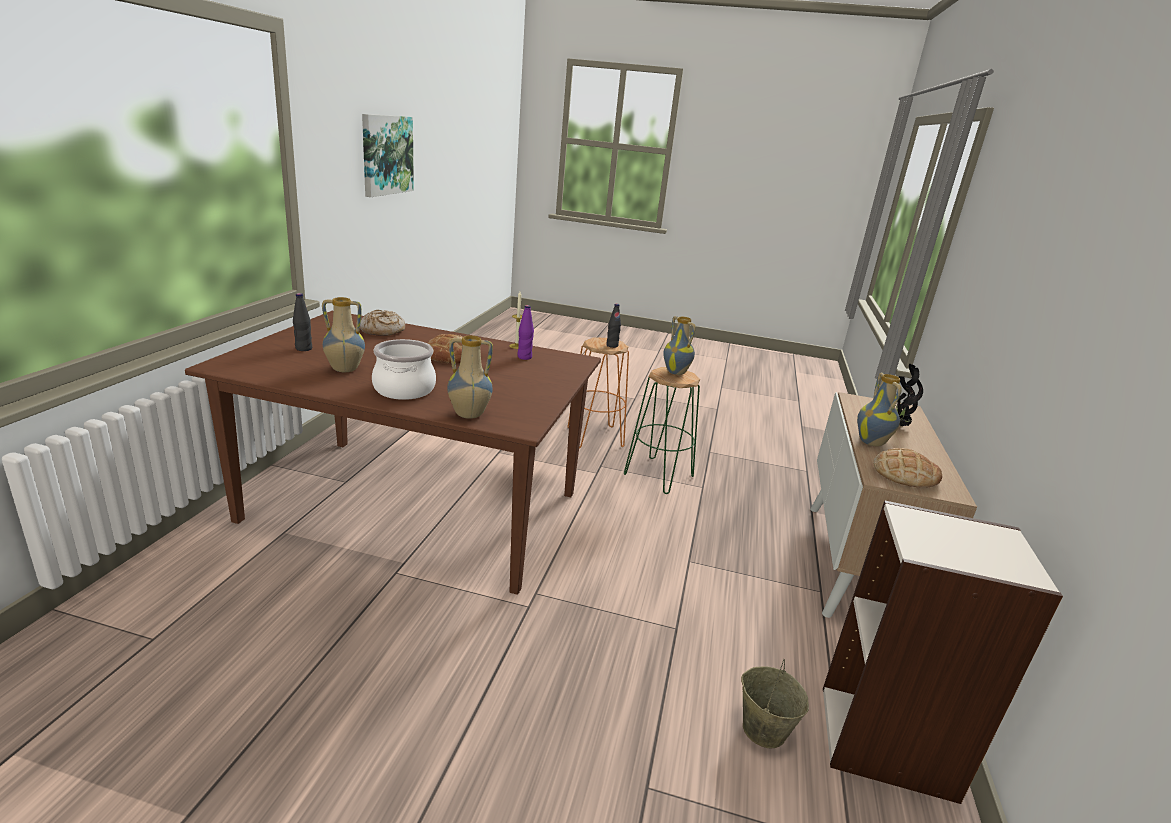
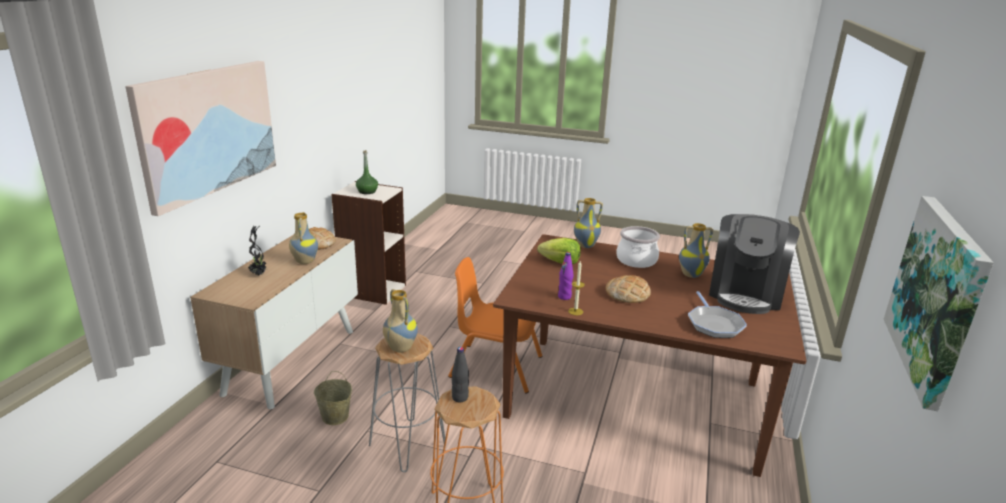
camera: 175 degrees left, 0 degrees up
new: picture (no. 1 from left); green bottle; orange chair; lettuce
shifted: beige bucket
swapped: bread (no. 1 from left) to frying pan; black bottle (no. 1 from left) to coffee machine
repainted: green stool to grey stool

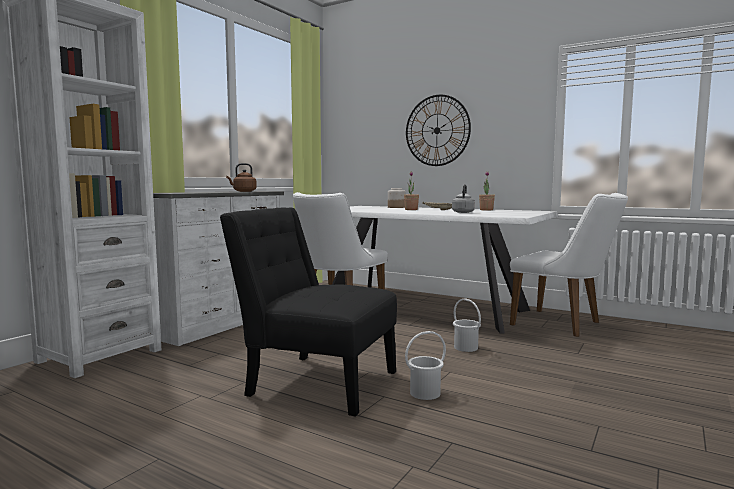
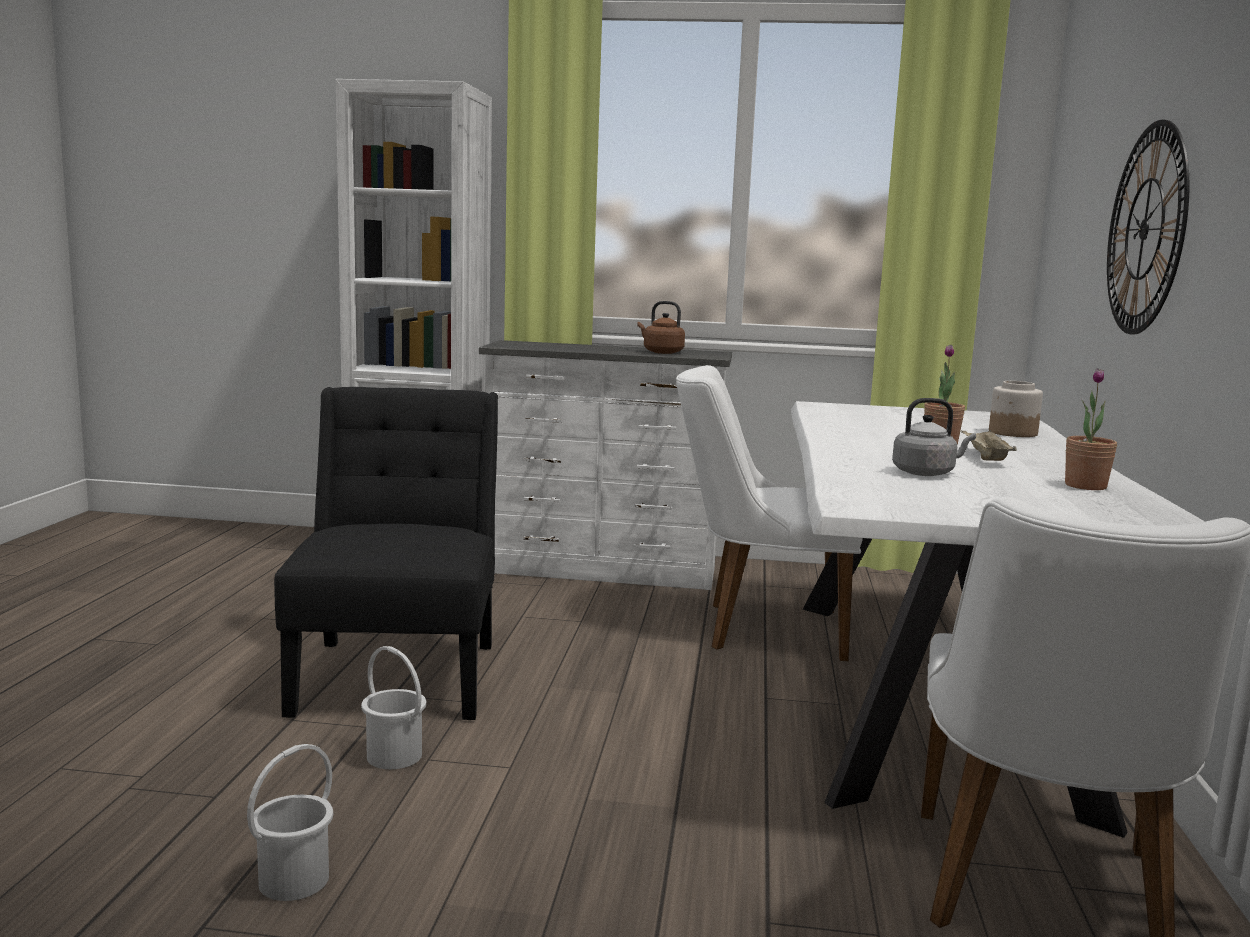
camera: 65 degrees right, 5 degrees up
shifted: white bucket (no. 2 from left in the first image) to white bucket (no. 1 from left)

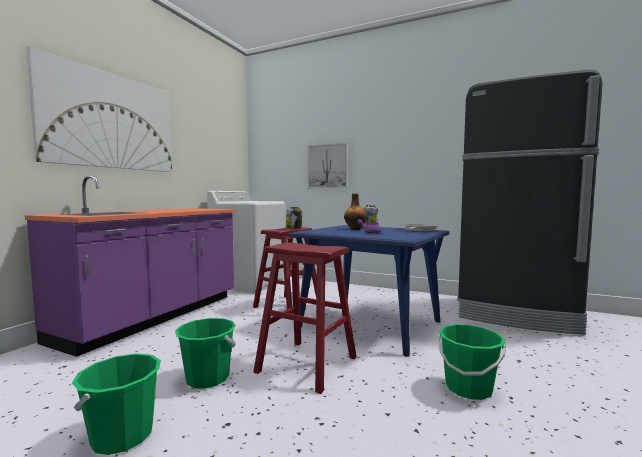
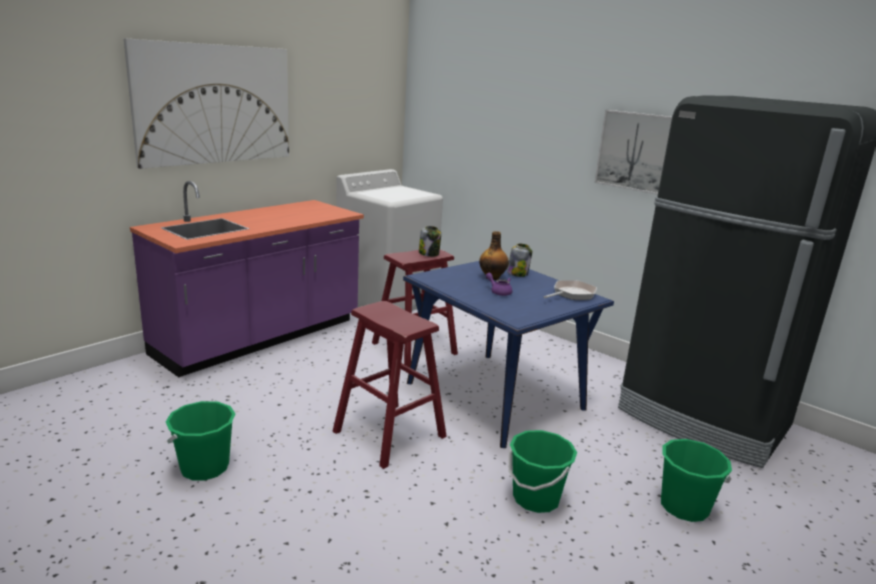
camera: 15 degrees right, 15 degrees up
shifted: picture (no. 2 from left); green bucket (no. 2 from left in the first image) to green bucket (no. 3 from left)

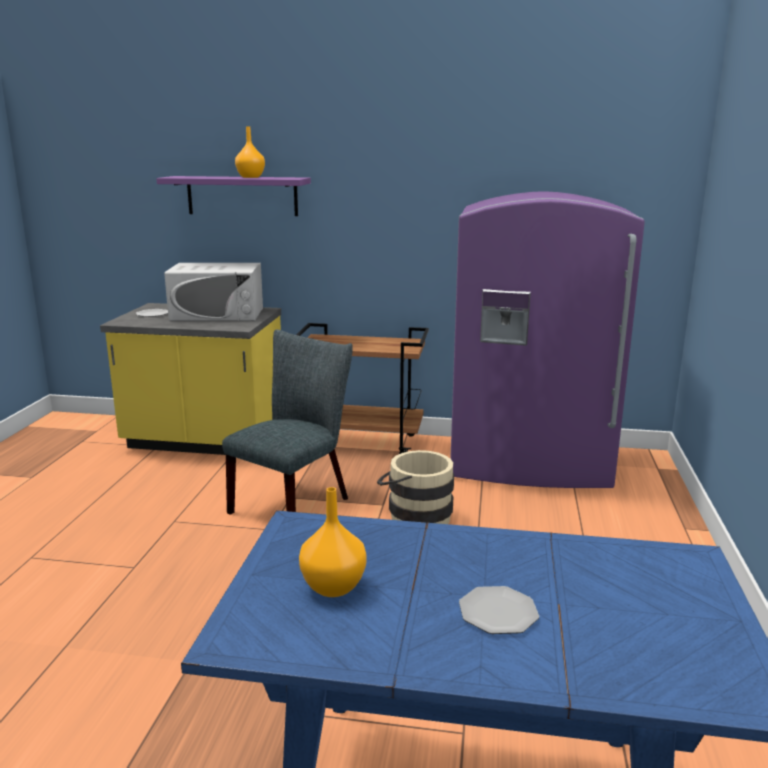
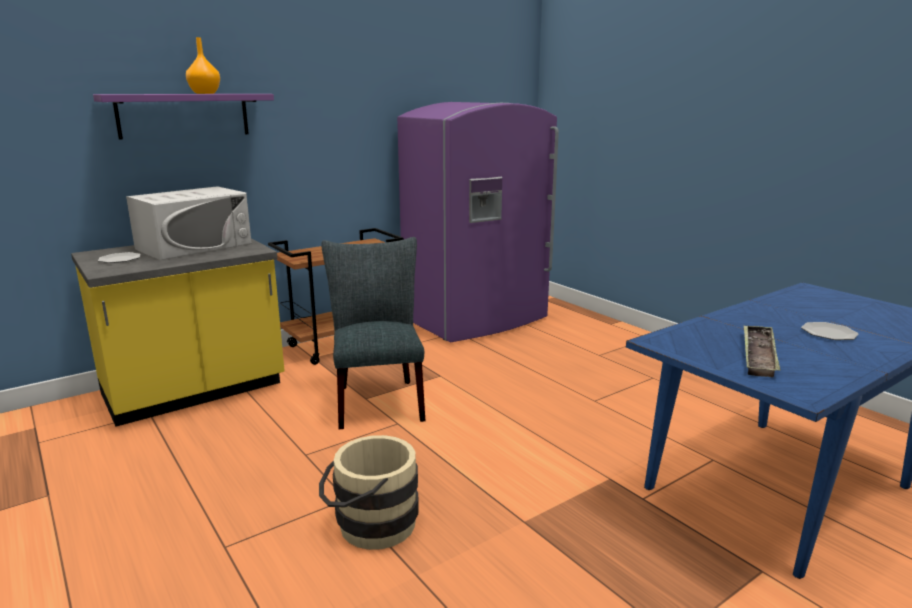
camera: 45 degrees left, 0 degrees up
shifted: beige bucket
swapped: orange vase (no. 2 from left) to tray

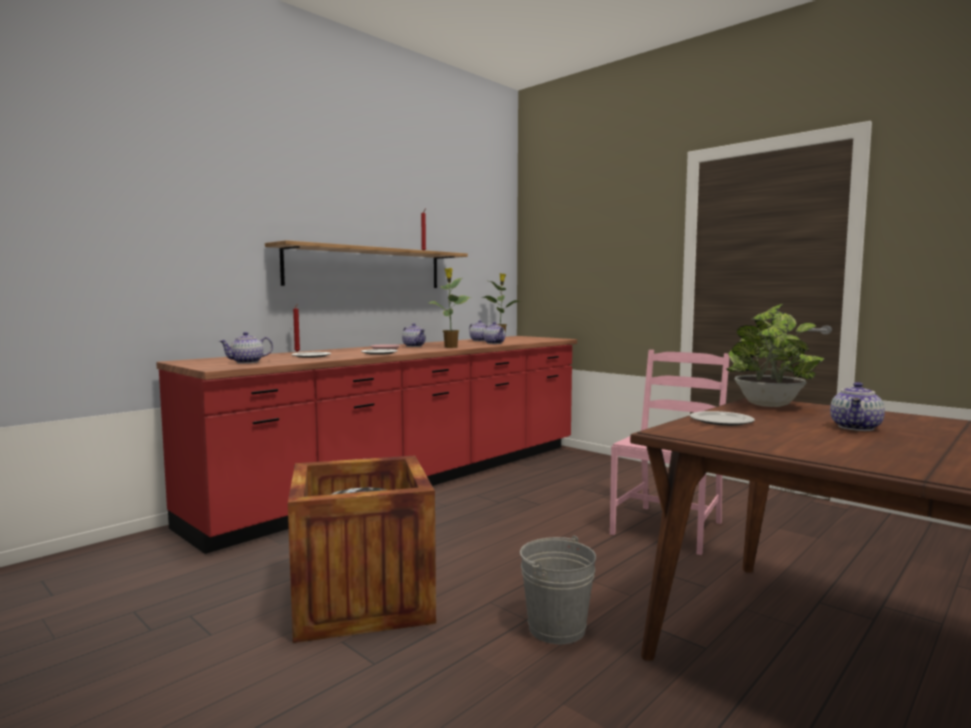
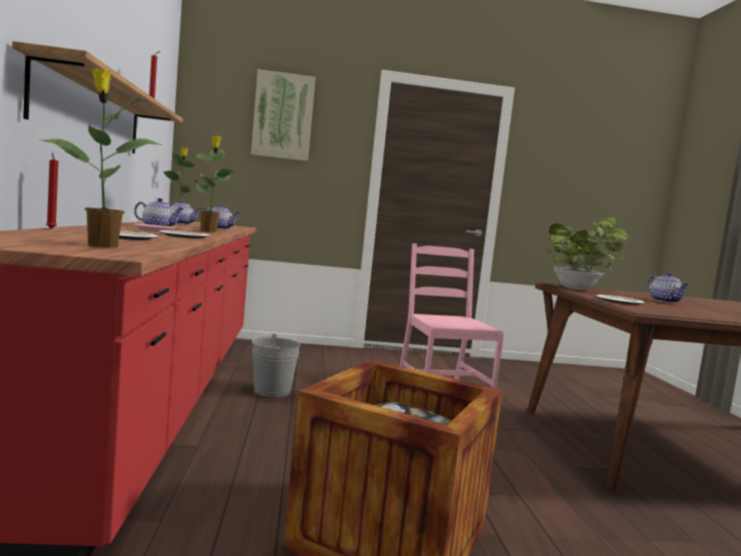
camera: 50 degrees left, 0 degrees up
new: picture
shifted: grey bucket
swapped: teapot (no. 1 from left) to potted plant (no. 1 from left)

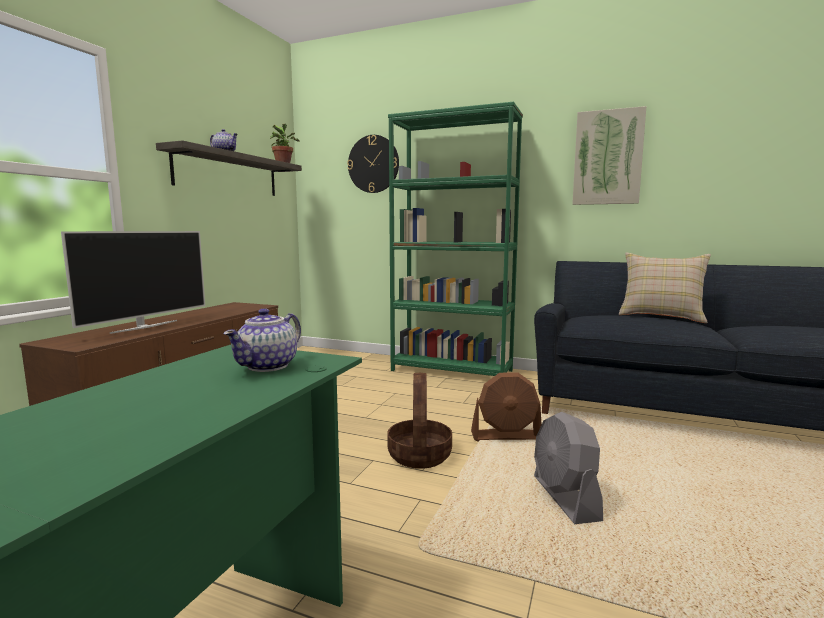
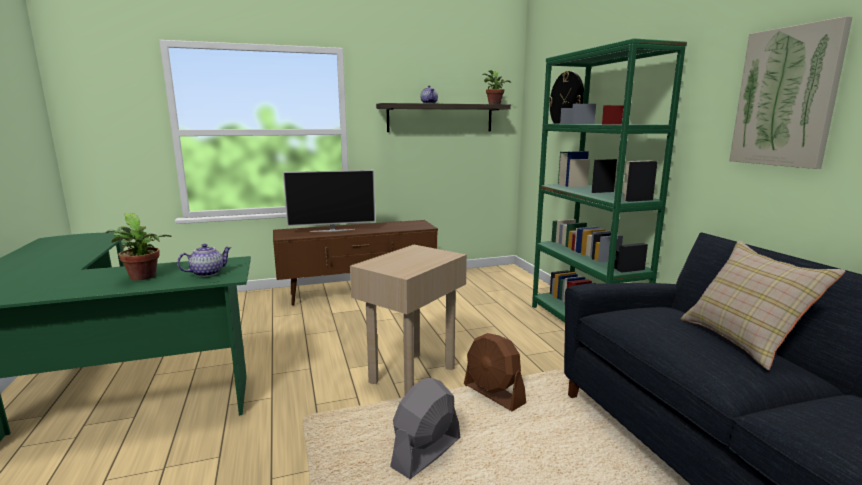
camera: 50 degrees right, 5 degrees up
new: potted plant (no. 1 from left)
swapped: basket to beige side table
rotated: teapot (no. 2 from left in the first image) 150 degrees clockwise

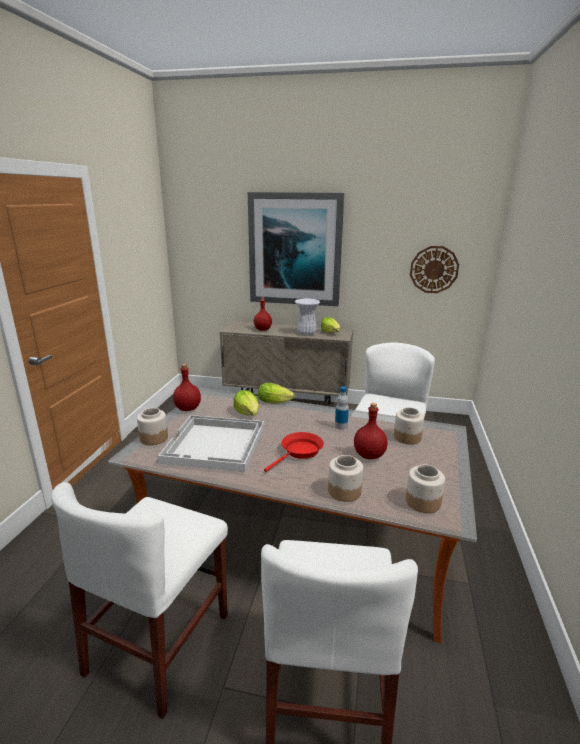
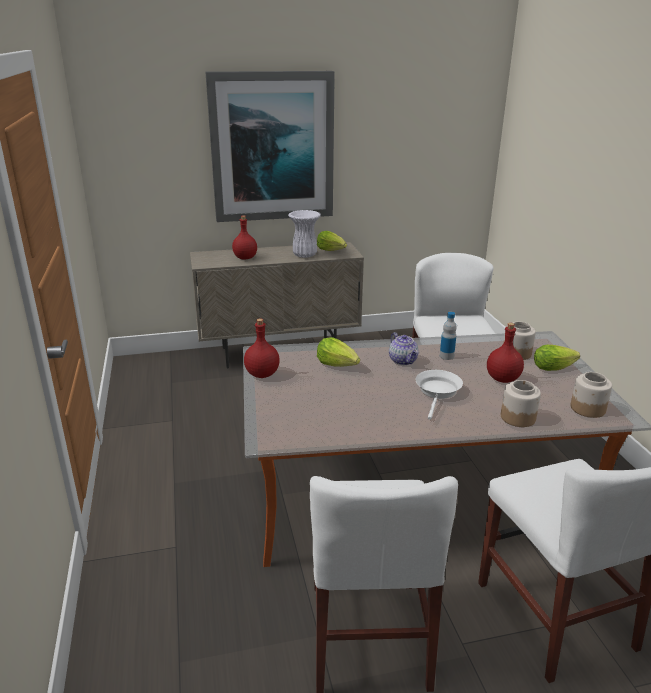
camera: 25 degrees left, 5 degrees up
gone: jar (no. 1 from left); white tray; wall clock
new: teapot
shifted: lettuce (no. 2 from left in the first image) to lettuce (no. 3 from left)
repainted: red frying pan to white frying pan

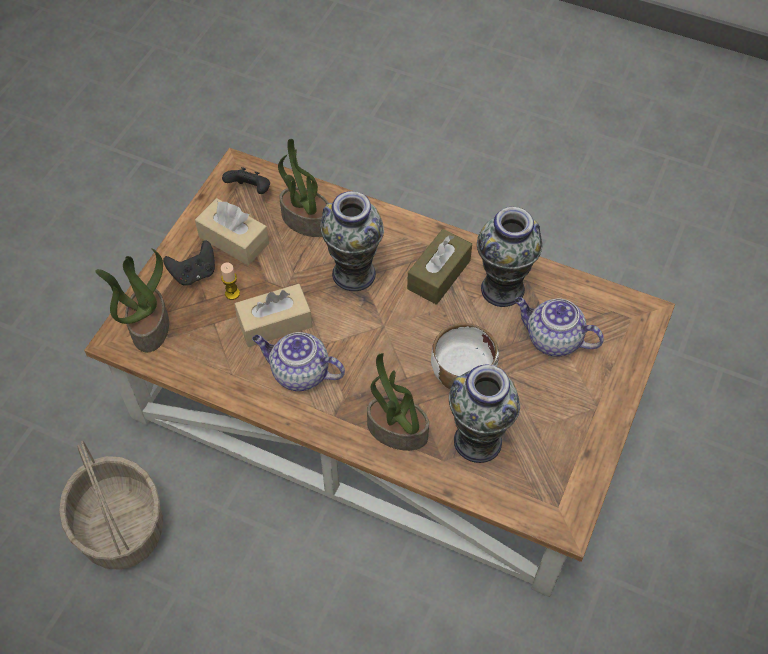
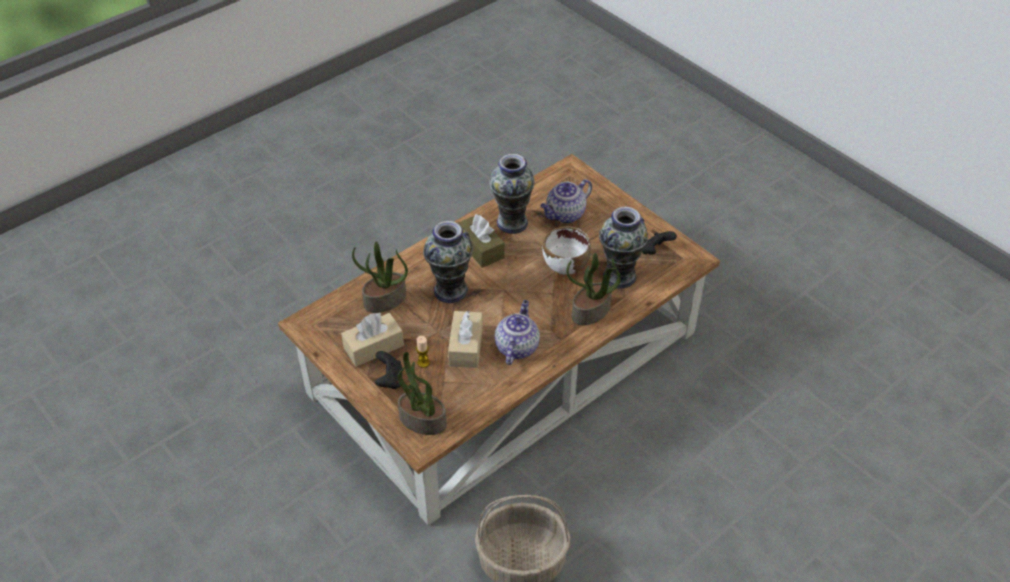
camera: 65 degrees left, 10 degrees down
shifted: black game controller (no. 2 from left)
rotated: teapot (no. 1 from left) 150 degrees clockwise

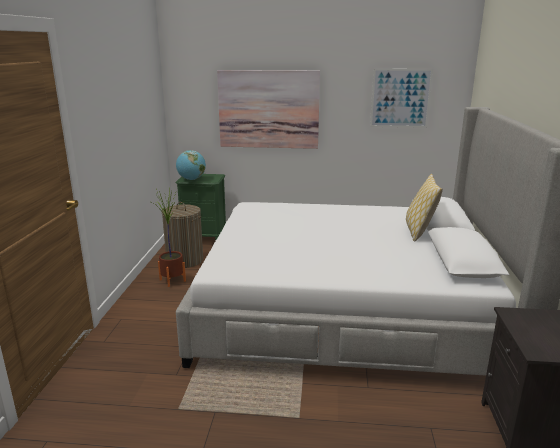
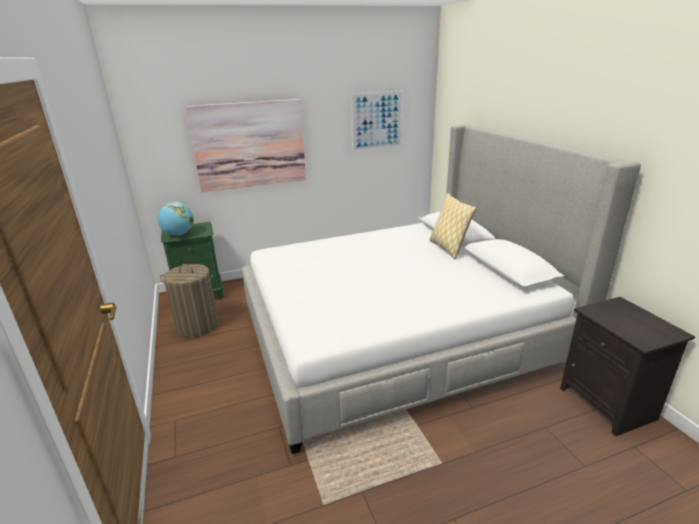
camera: 25 degrees left, 5 degrees up
gone: potted plant

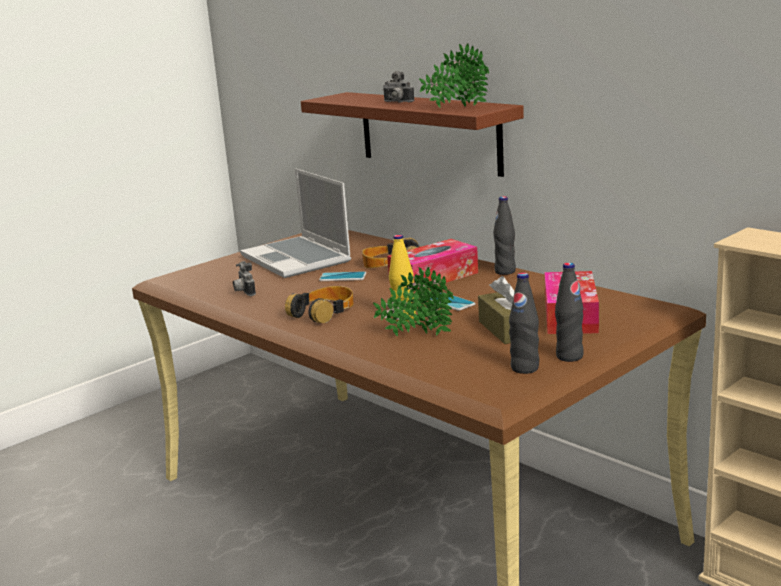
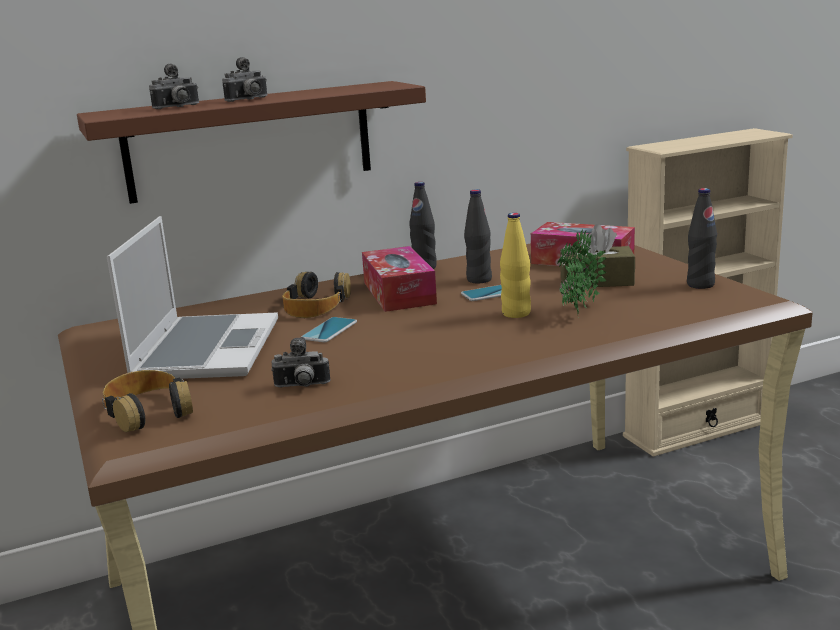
camera: 70 degrees left, 0 degrees up
gone: potted plant (no. 2 from left)
new: photo camera (no. 1 from left)
shifted: headphones (no. 1 from left); black bottle (no. 3 from left in the first image) to black bottle (no. 2 from left)
rotated: laptop 75 degrees counterclockwise

